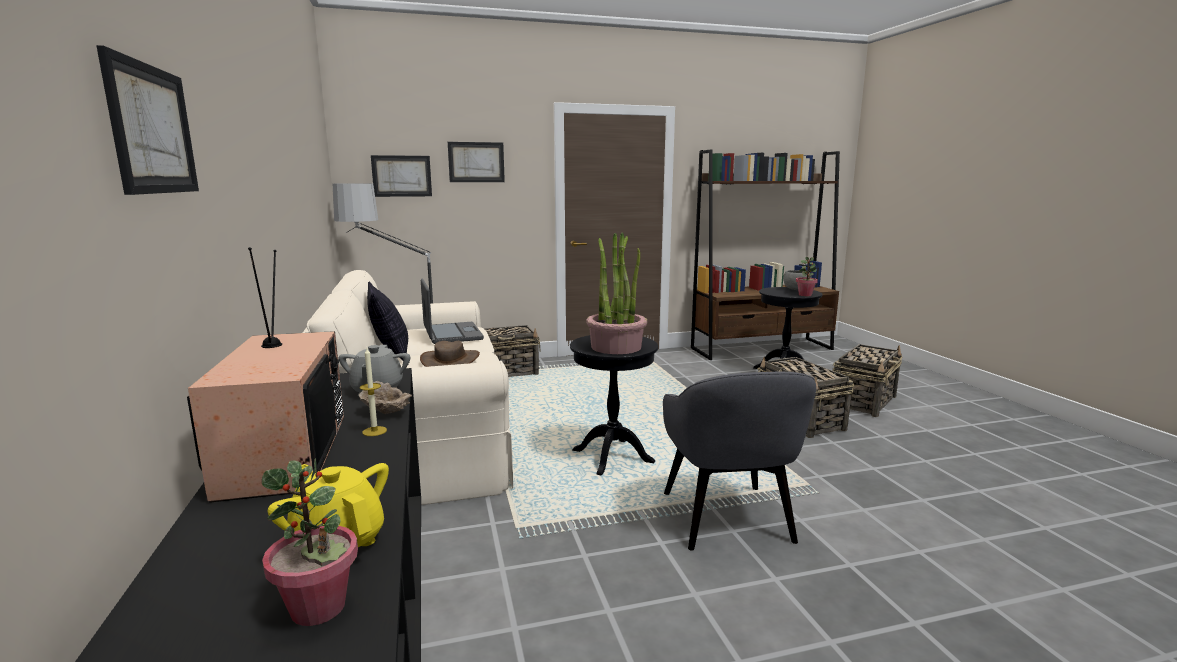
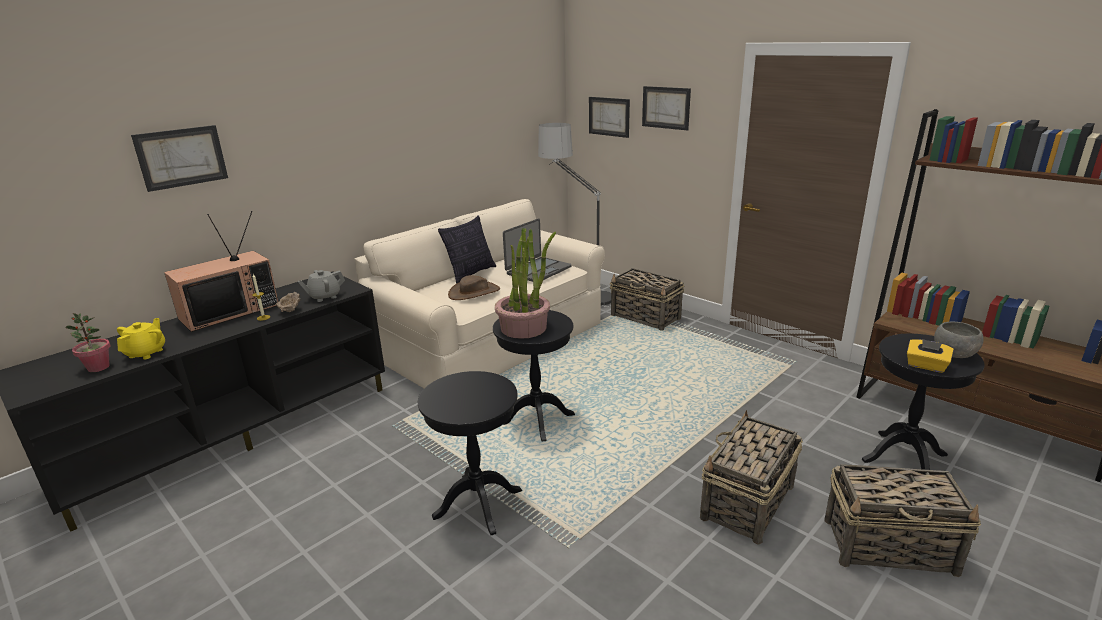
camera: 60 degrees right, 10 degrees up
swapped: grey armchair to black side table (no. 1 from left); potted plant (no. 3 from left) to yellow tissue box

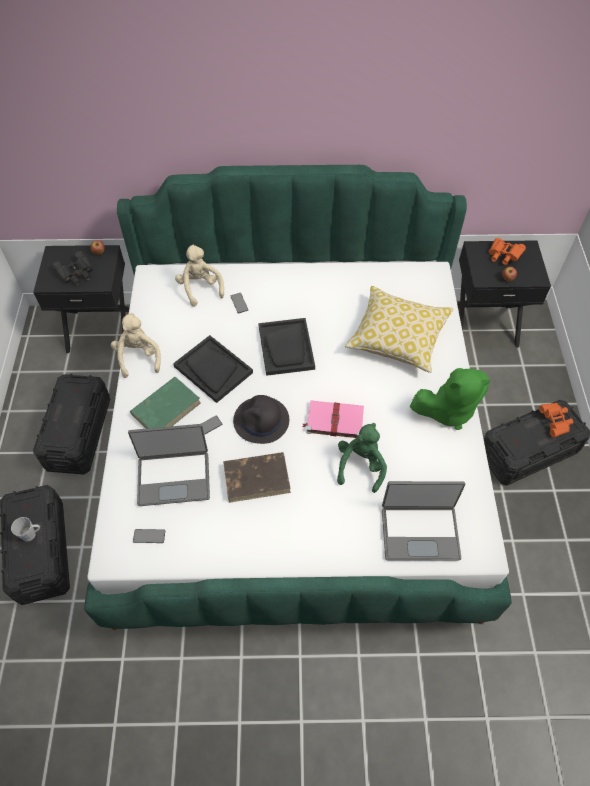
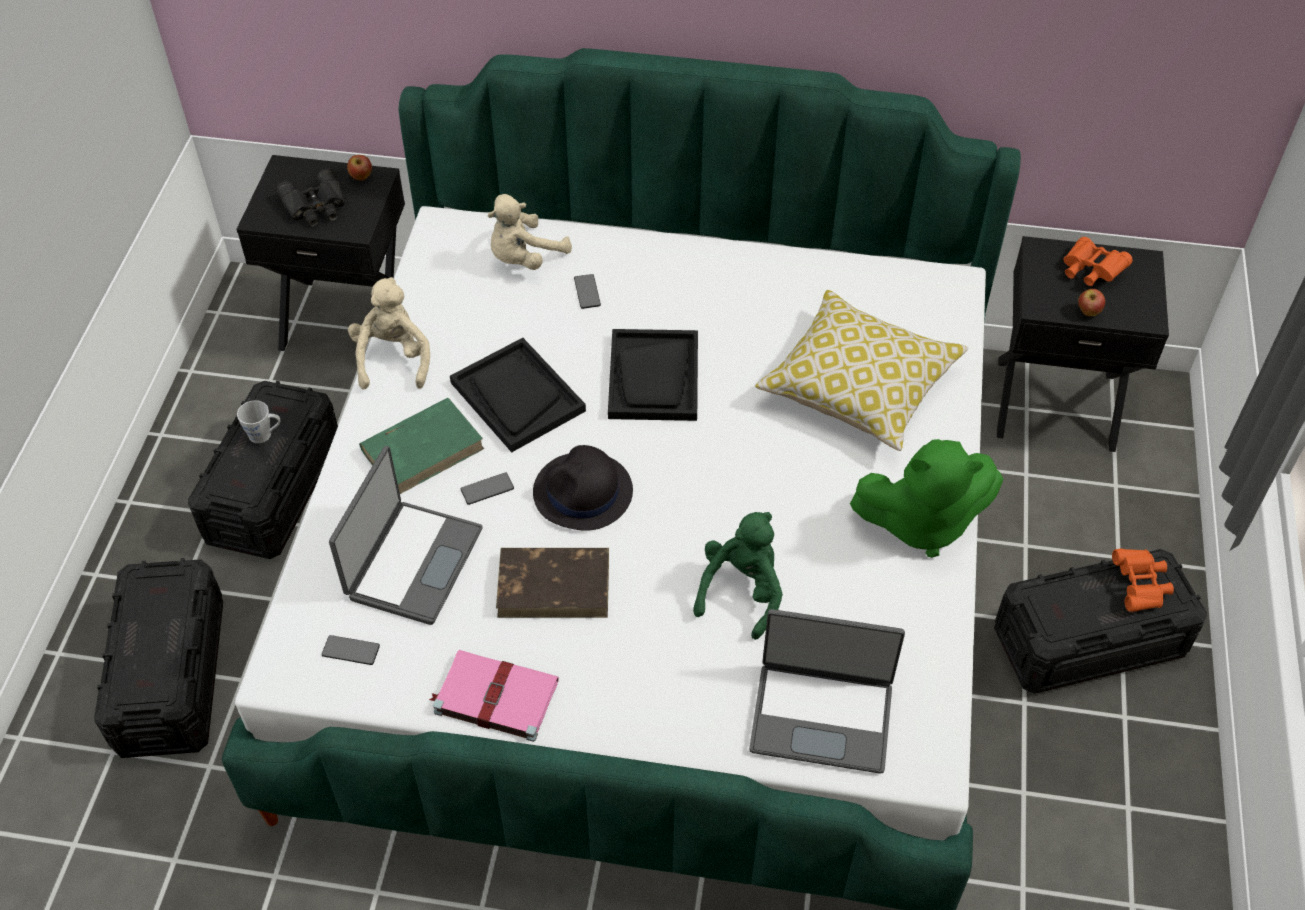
camera: 10 degrees right, 5 degrees down
shifted: grey mug; pink book
rotated: laptop (no. 1 from left) 75 degrees counterclockwise; beige plush toy (no. 2 from left) 120 degrees counterclockwise

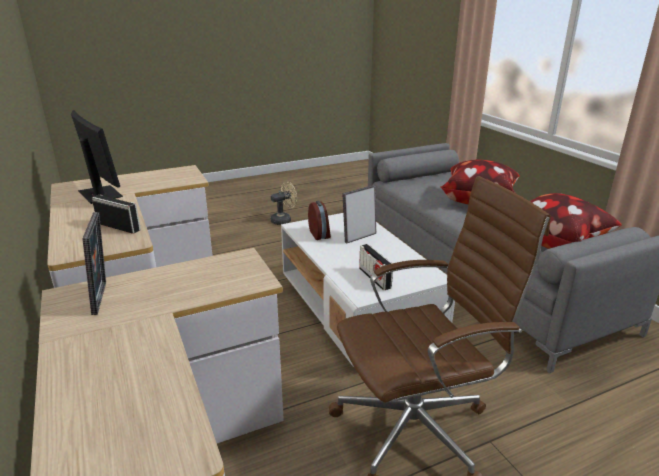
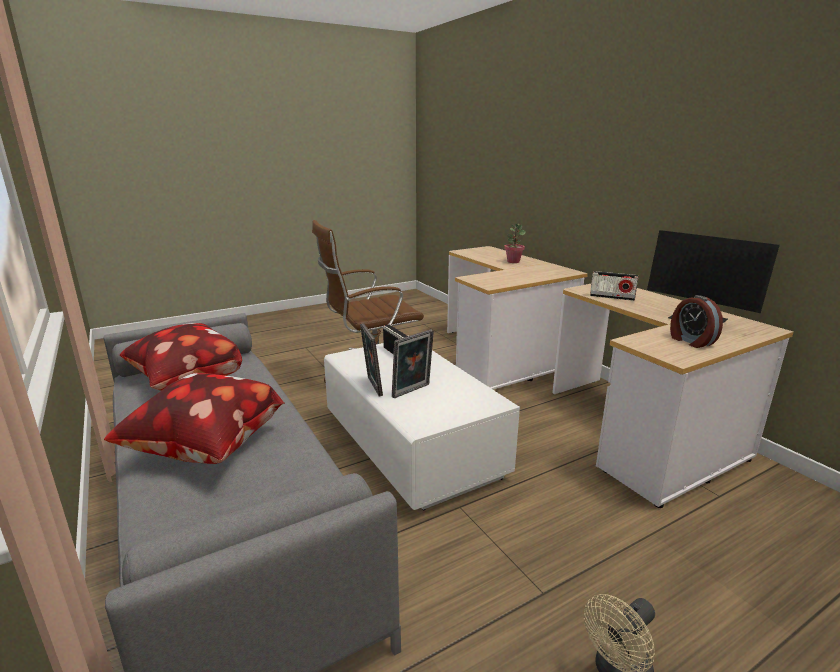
camera: 175 degrees right, 5 degrees down
new: potted plant
shifted: picture frame (no. 1 from left); alarm clock

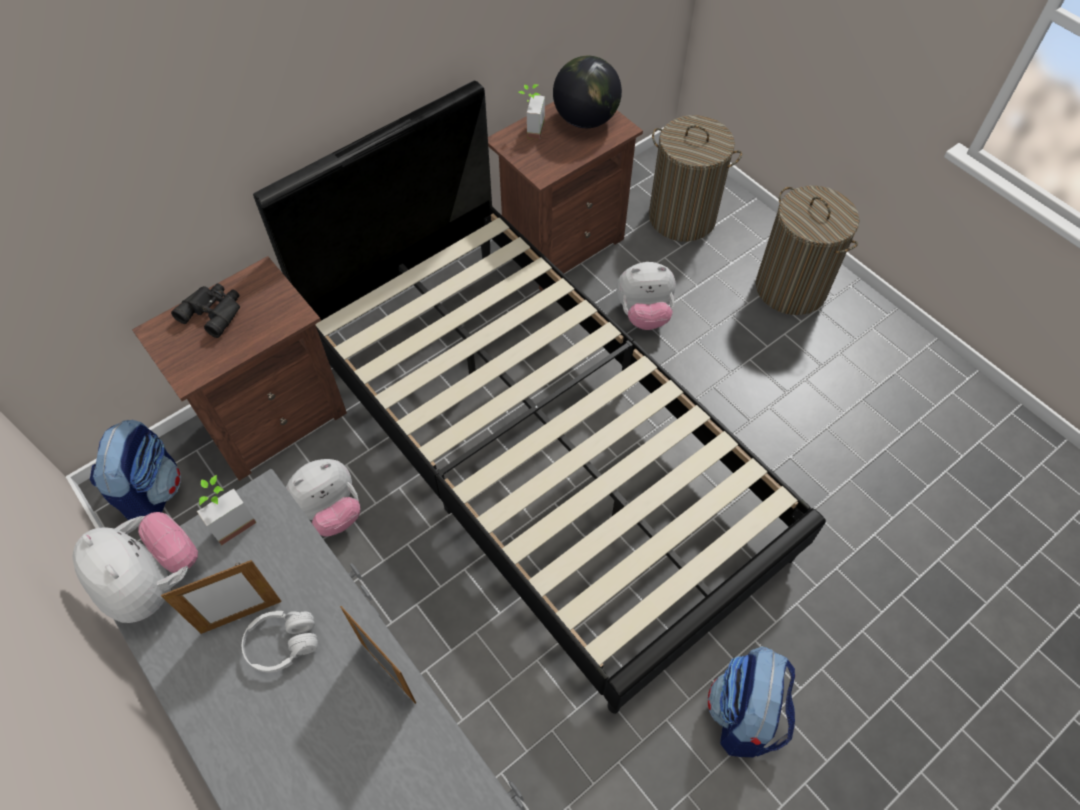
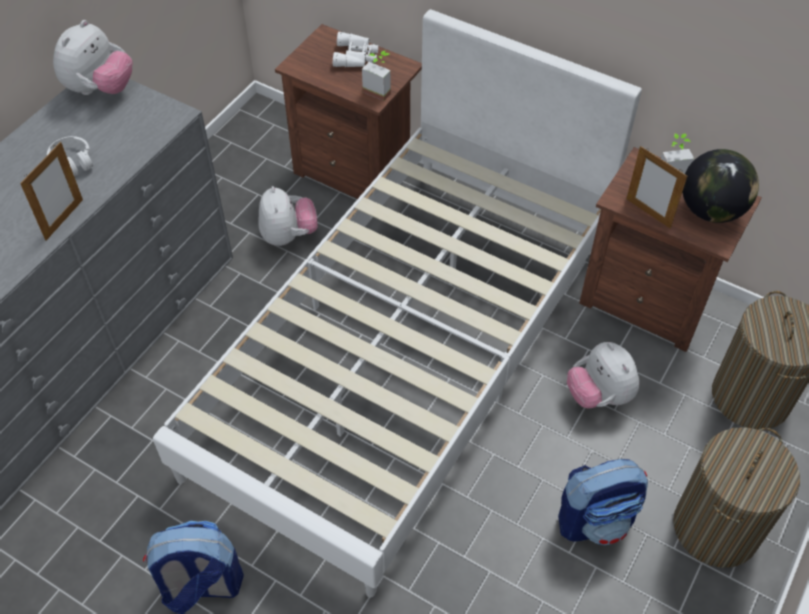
camera: 70 degrees right, 5 degrees down
shifted: potted plant (no. 1 from left); backpack (no. 1 from left in the first image) to backpack (no. 2 from left); picture frame (no. 1 from left in the first image) to picture frame (no. 2 from left)
repainted: black bed to white bed; black binoculars to white binoculars
rotated: plush toy (no. 2 from left) 135 degrees counterclockwise

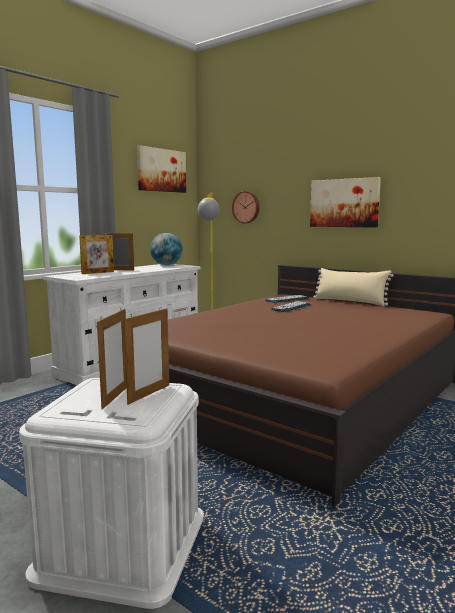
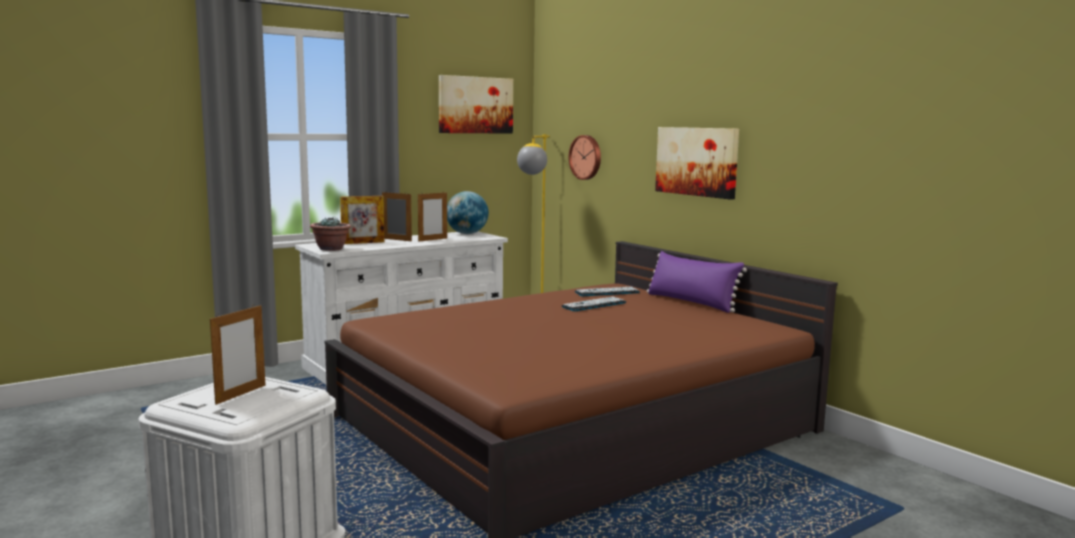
camera: 15 degrees right, 0 degrees up
new: potted plant
shifted: picture frame (no. 4 from left)
repainted: beige pillow to purple pillow

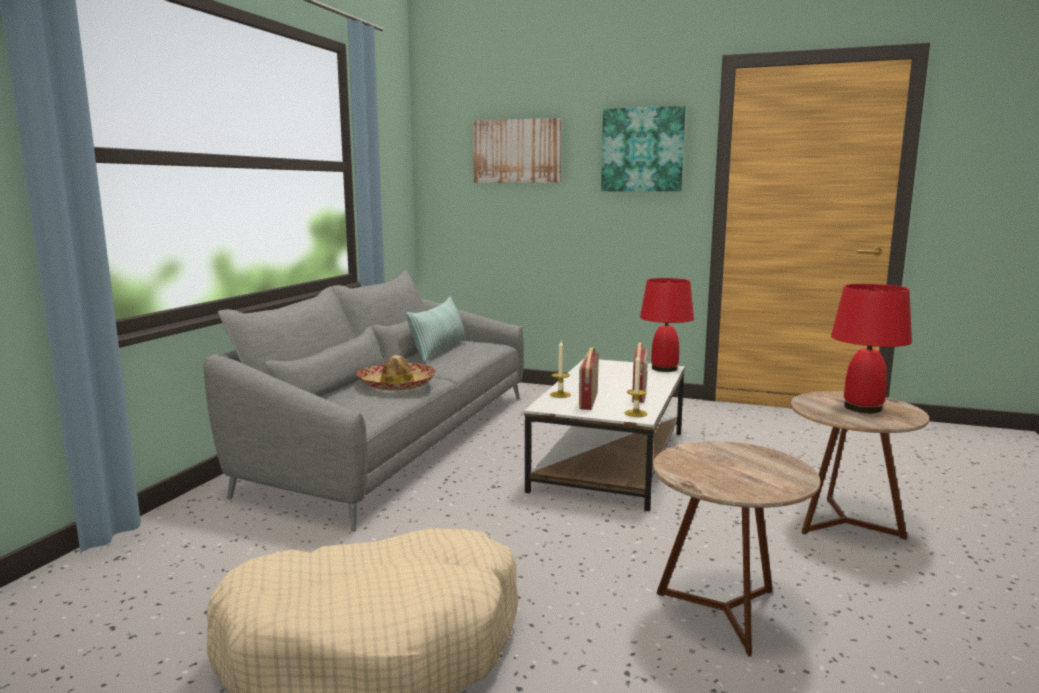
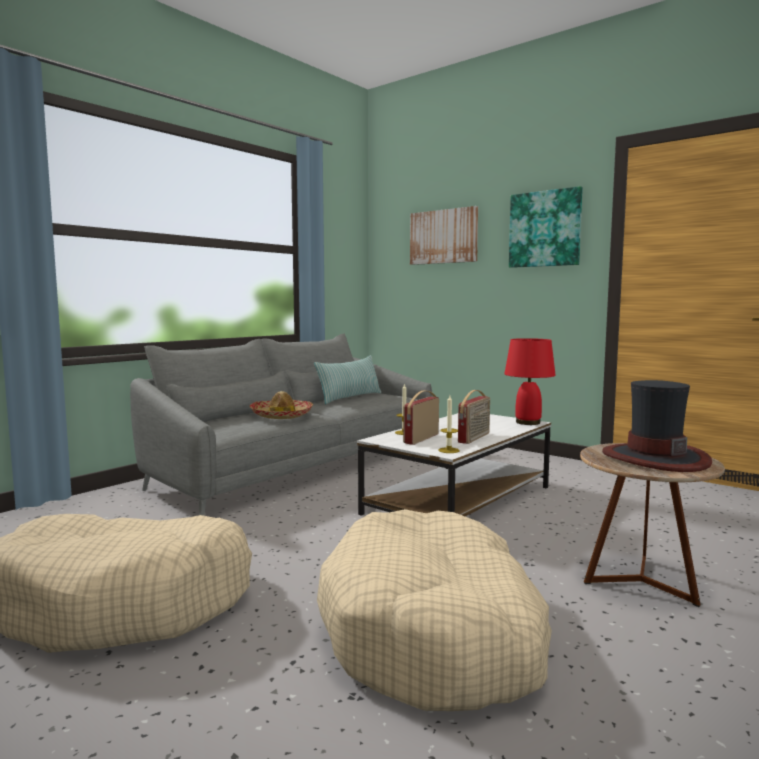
camera: 20 degrees right, 5 degrees down
swapped: brown side table (no. 1 from left) to beige dog bed (no. 2 from left); red table lamp (no. 2 from left) to hat (no. 2 from left)

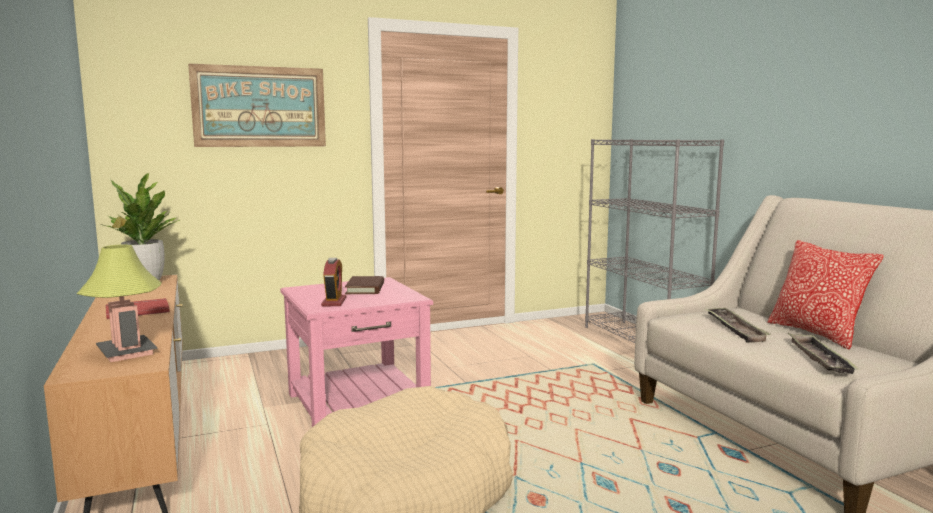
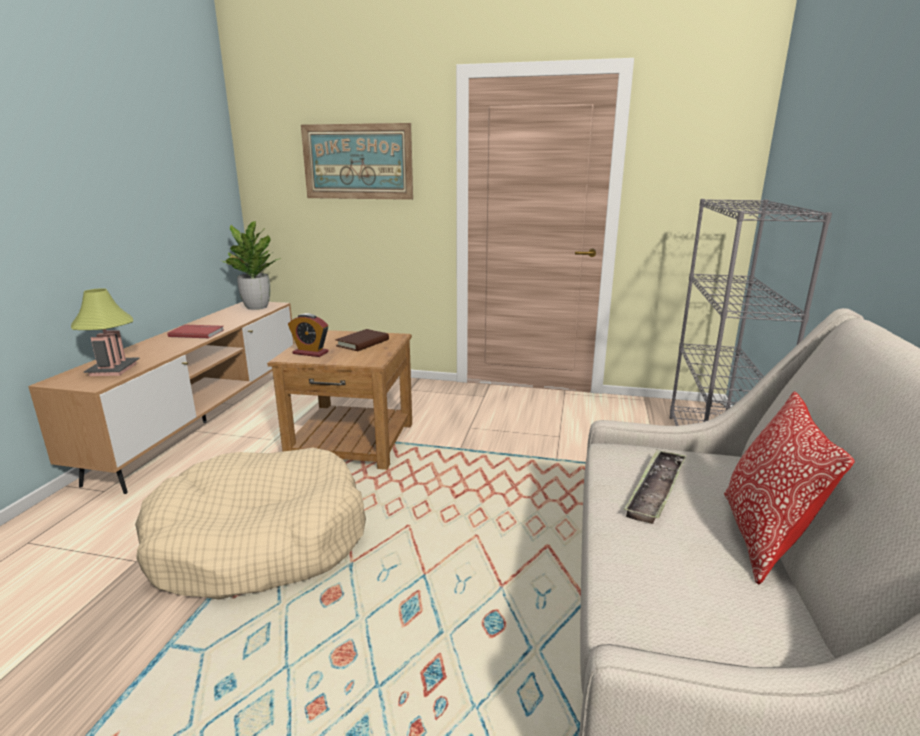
camera: 35 degrees right, 10 degrees up
gone: tray (no. 2 from left)
repainted: pink side table to brown side table
rotated: alarm clock 75 degrees clockwise

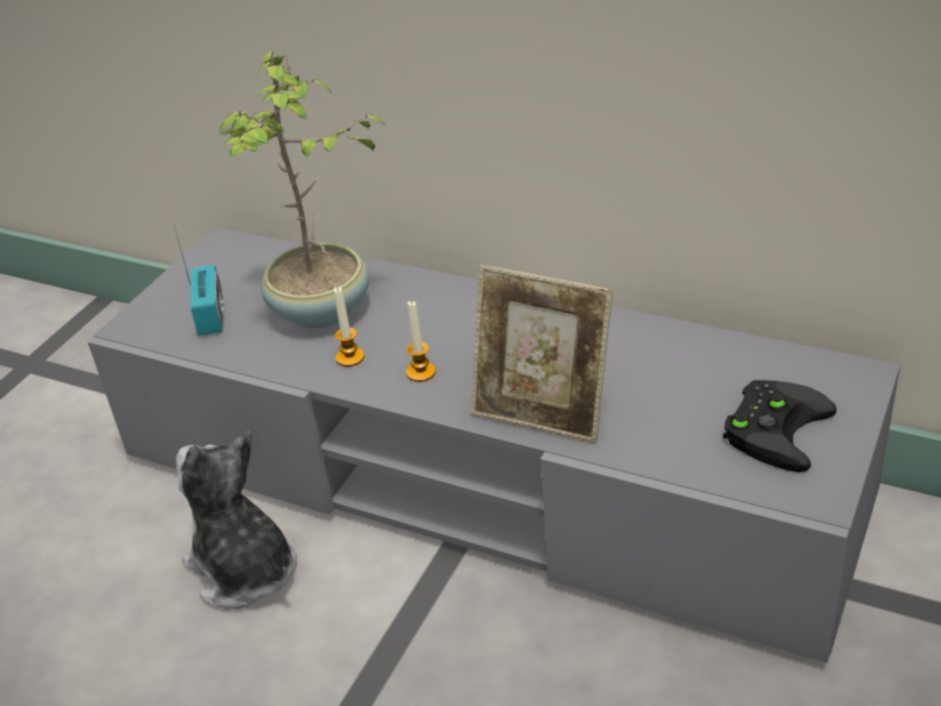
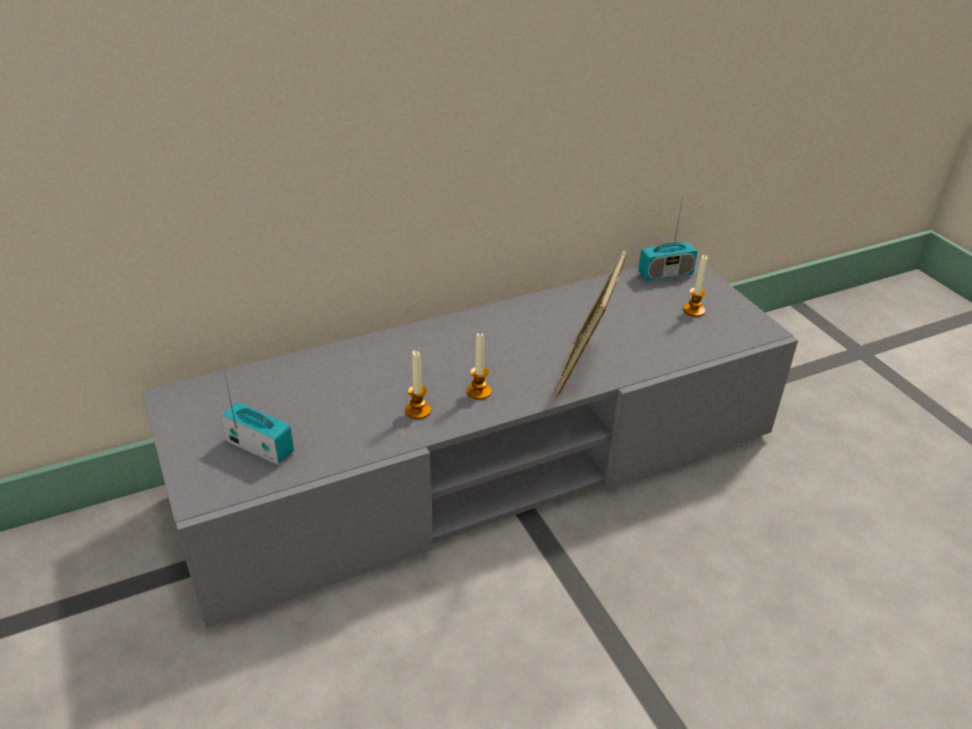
camera: 55 degrees left, 0 degrees up
gone: plush toy; potted plant
new: radio (no. 2 from left)
swapped: black game controller to candle (no. 3 from left)
rotated: picture frame 135 degrees clockwise

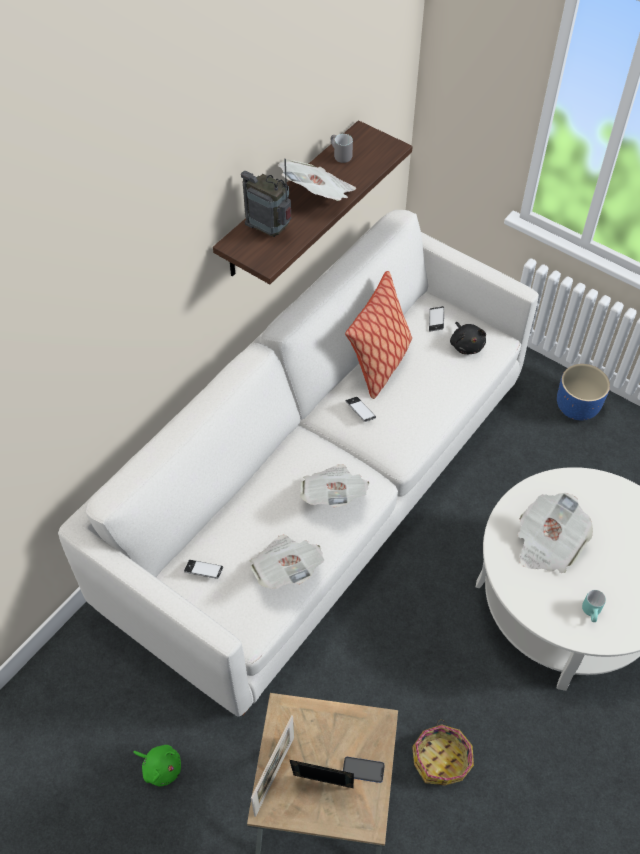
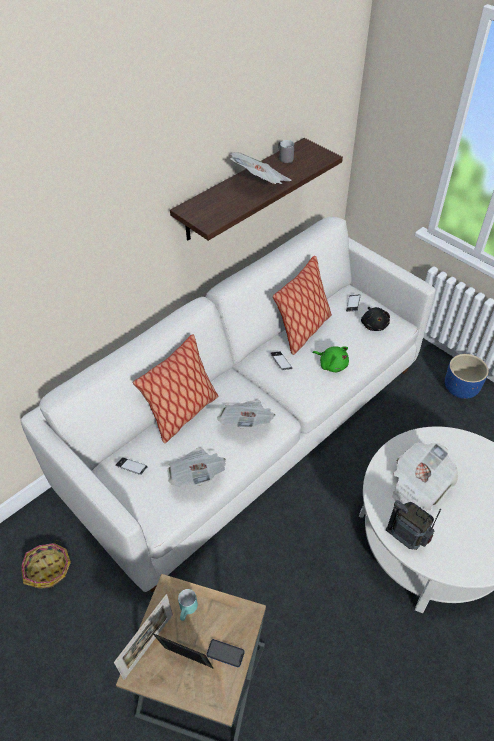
camera: 10 degrees right, 5 degrees down
new: pillow (no. 1 from left)
shifted: basket; turquoise mug; green plush toy; radio

